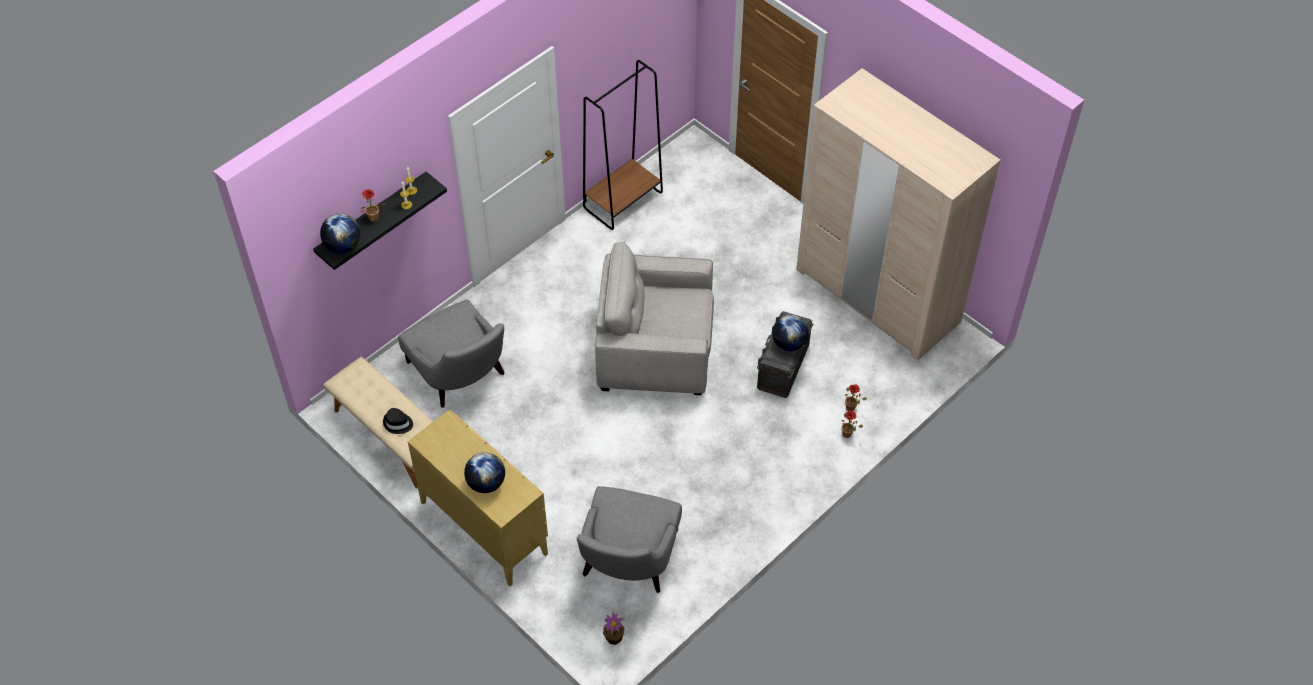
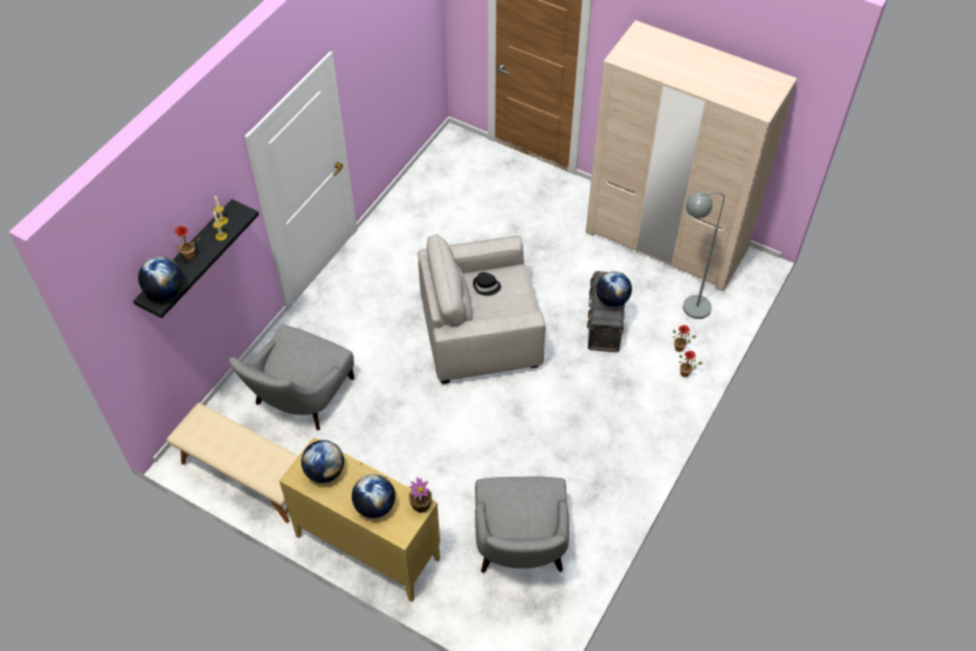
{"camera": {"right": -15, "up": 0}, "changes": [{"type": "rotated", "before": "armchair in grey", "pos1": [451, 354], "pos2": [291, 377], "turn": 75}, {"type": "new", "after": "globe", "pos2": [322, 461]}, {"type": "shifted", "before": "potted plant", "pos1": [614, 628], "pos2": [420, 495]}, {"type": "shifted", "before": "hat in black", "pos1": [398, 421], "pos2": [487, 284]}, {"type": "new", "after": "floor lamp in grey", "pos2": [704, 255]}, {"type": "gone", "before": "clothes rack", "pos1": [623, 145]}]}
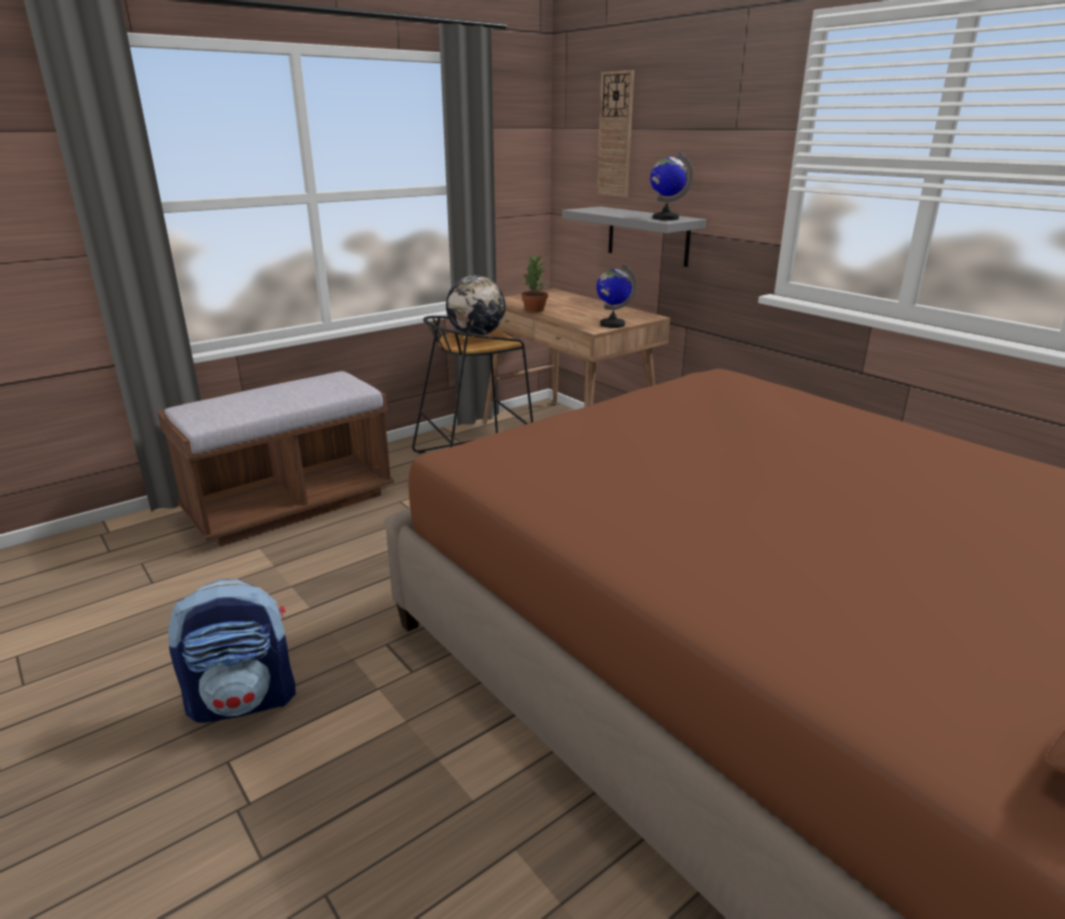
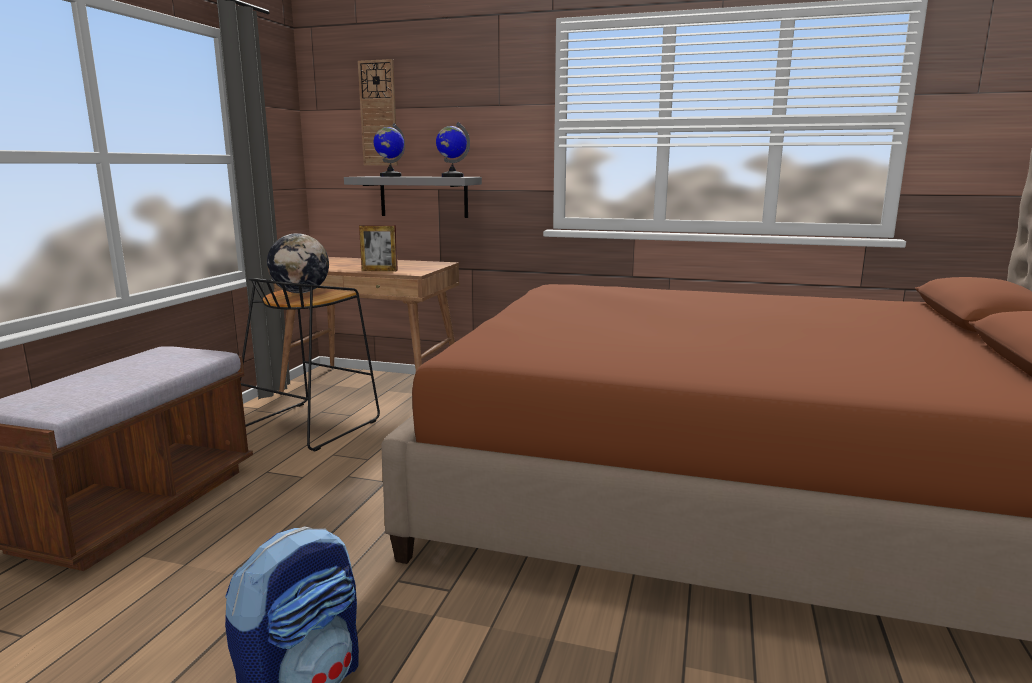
{"camera": {"right": -35, "up": -10}, "changes": [{"type": "new", "after": "picture frame", "pos2": [378, 248]}, {"type": "shifted", "before": "globe", "pos1": [616, 296], "pos2": [389, 150]}, {"type": "gone", "before": "potted plant", "pos1": [534, 283]}]}
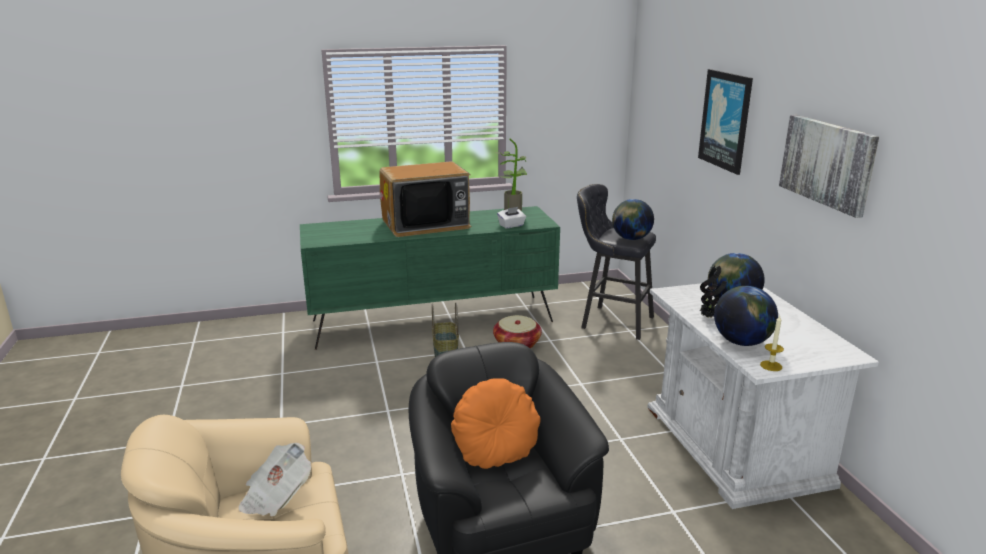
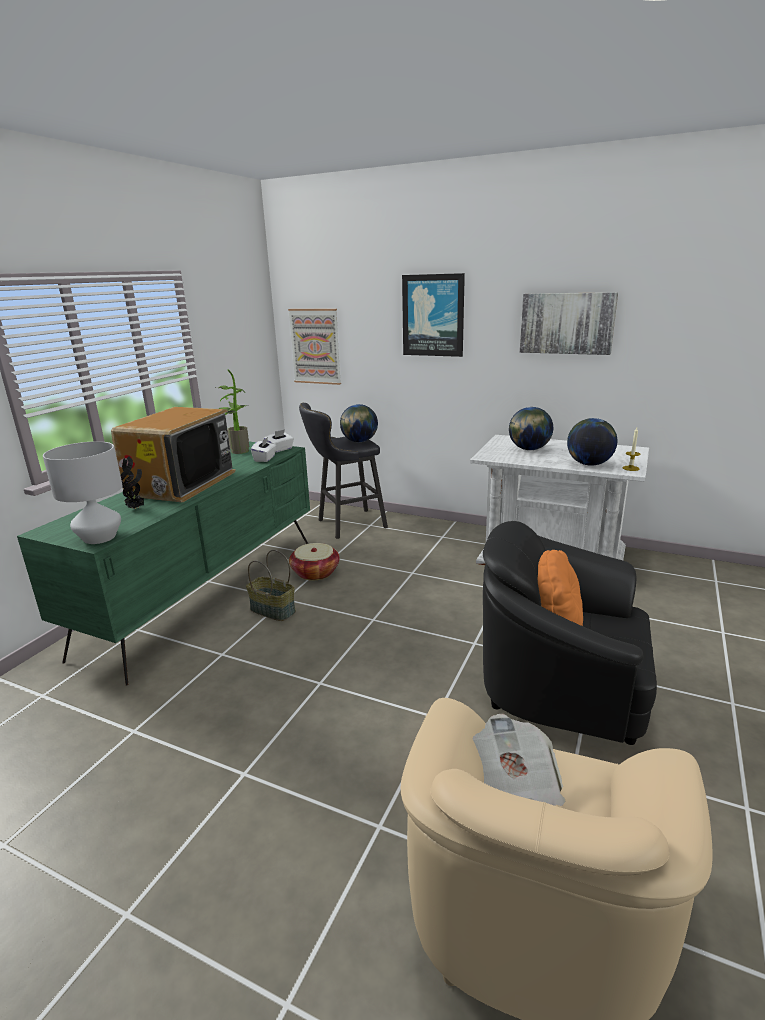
{"camera": {"right": -50, "up": 0}, "changes": [{"type": "new", "after": "table lamp in white", "pos2": [82, 492]}, {"type": "shifted", "before": "potted plant", "pos1": [713, 291], "pos2": [132, 482]}, {"type": "new", "after": "tissue box in white", "pos2": [279, 441]}, {"type": "new", "after": "picture", "pos2": [314, 347]}]}
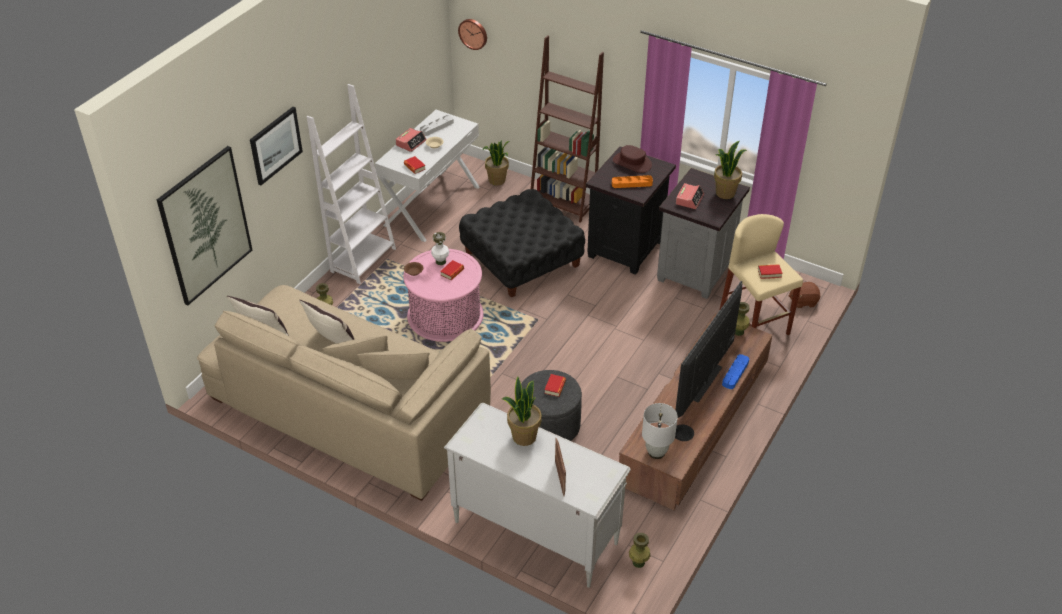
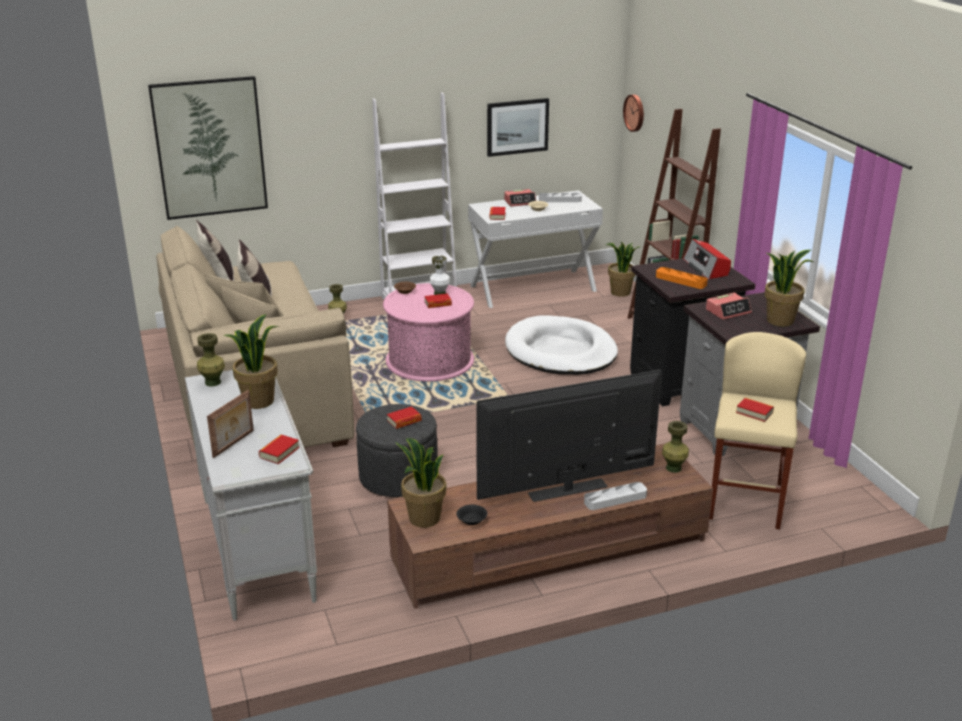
{"camera": {"right": 40, "up": -15}, "changes": [{"type": "shifted", "before": "vase in green", "pos1": [639, 550], "pos2": [211, 360]}, {"type": "new", "after": "book", "pos2": [279, 449]}, {"type": "swapped", "before": "table lamp in white", "after": "potted plant", "pos1": [660, 431], "pos2": [420, 483]}, {"type": "shifted", "before": "picture", "pos1": [276, 146], "pos2": [518, 127]}, {"type": "swapped", "before": "ottoman in black", "after": "dog bed in white", "pos1": [522, 243], "pos2": [561, 345]}, {"type": "repainted", "before": "tray in blue", "after": "tray in grey", "pos1": [735, 371], "pos2": [615, 496]}, {"type": "swapped", "before": "hat in brown", "after": "radio", "pos1": [632, 159], "pos2": [707, 259]}, {"type": "gone", "before": "plush toy in brown", "pos1": [804, 295]}]}
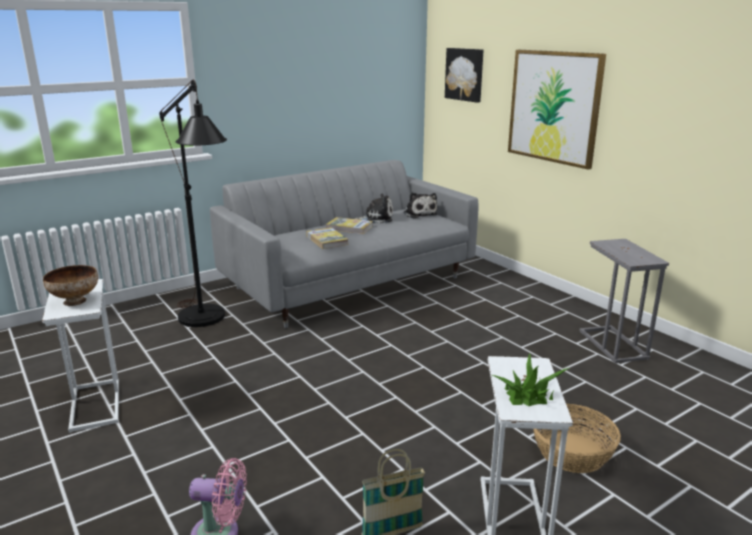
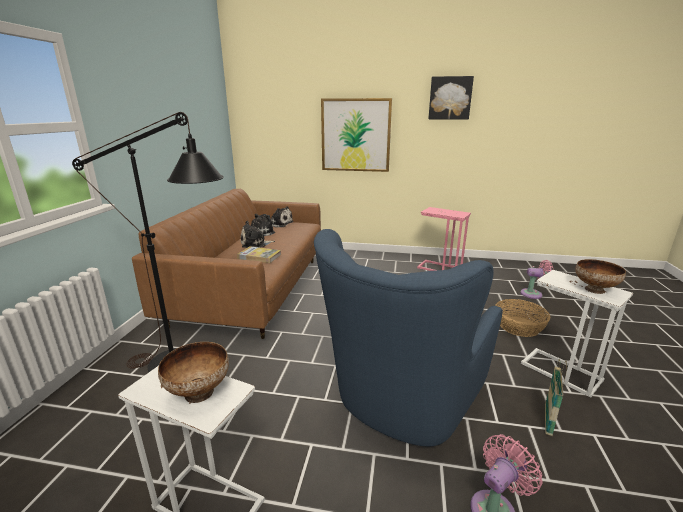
{"camera": {"right": -45, "up": 0}, "changes": [{"type": "repainted", "before": "sofa in grey", "after": "sofa in brown", "pos1": [344, 244], "pos2": [226, 264]}, {"type": "swapped", "before": "book", "after": "plush toy", "pos1": [349, 225], "pos2": [258, 234]}, {"type": "new", "after": "armchair in blue", "pos2": [408, 338]}, {"type": "repainted", "before": "side table in grey", "after": "side table in pink", "pos1": [624, 301], "pos2": [444, 239]}, {"type": "shifted", "before": "picture", "pos1": [464, 75], "pos2": [451, 98]}, {"type": "new", "after": "fan in pink", "pos2": [537, 279]}, {"type": "swapped", "before": "potted plant", "after": "bowl", "pos1": [530, 380], "pos2": [601, 276]}]}
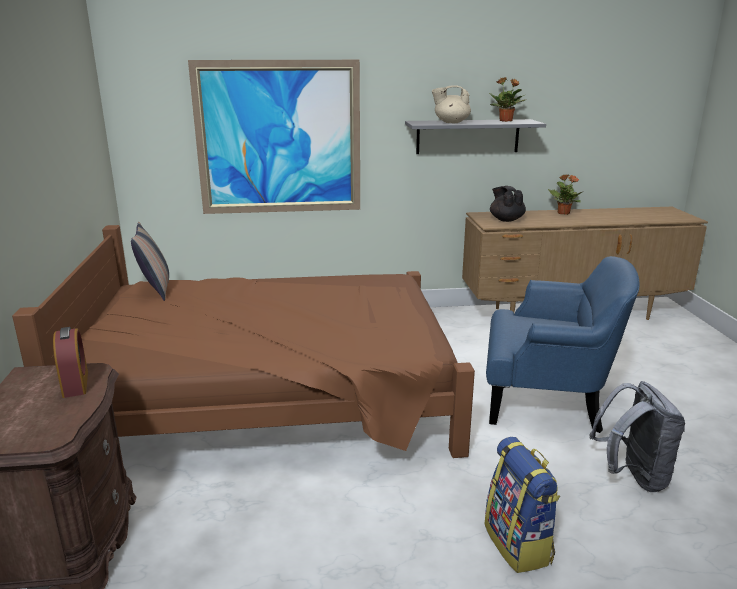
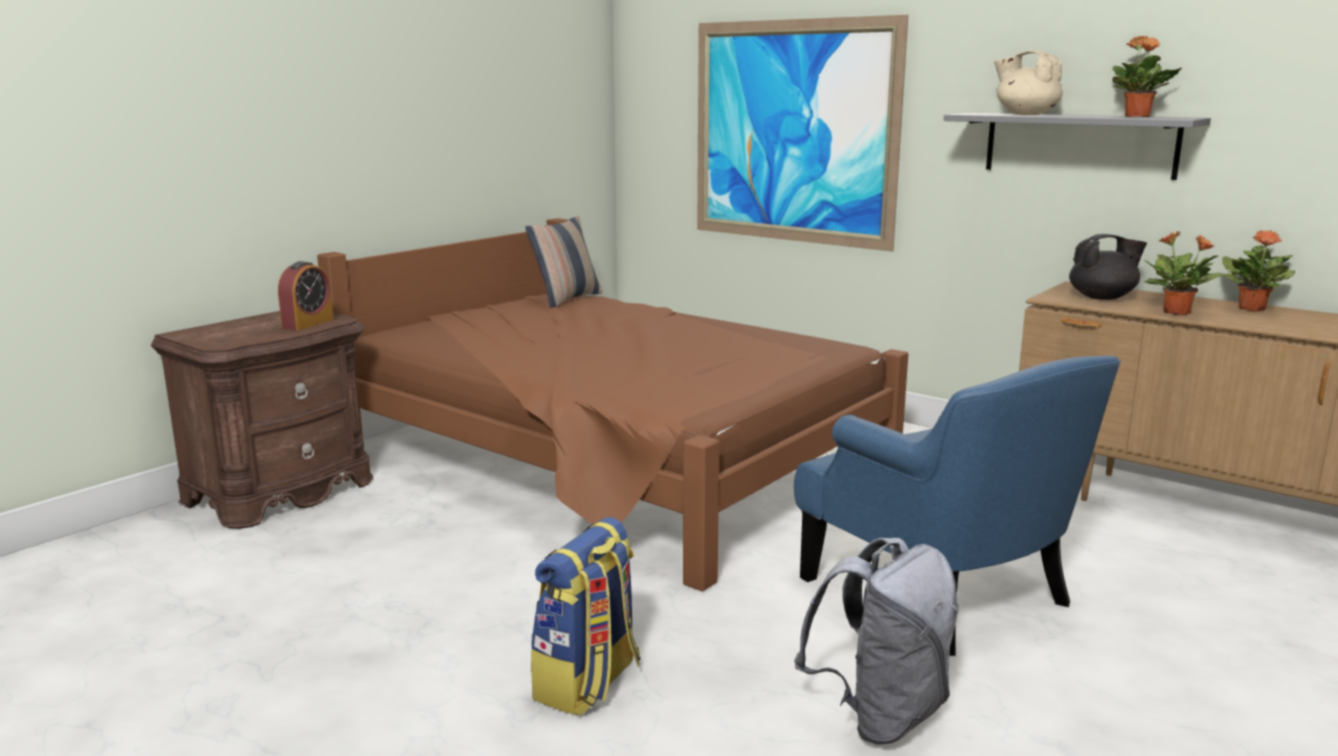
{"camera": {"right": 45, "up": -5}, "changes": [{"type": "rotated", "before": "teapot in black", "pos1": [508, 204], "pos2": [1108, 267], "turn": 60}, {"type": "new", "after": "potted plant", "pos2": [1184, 273]}]}
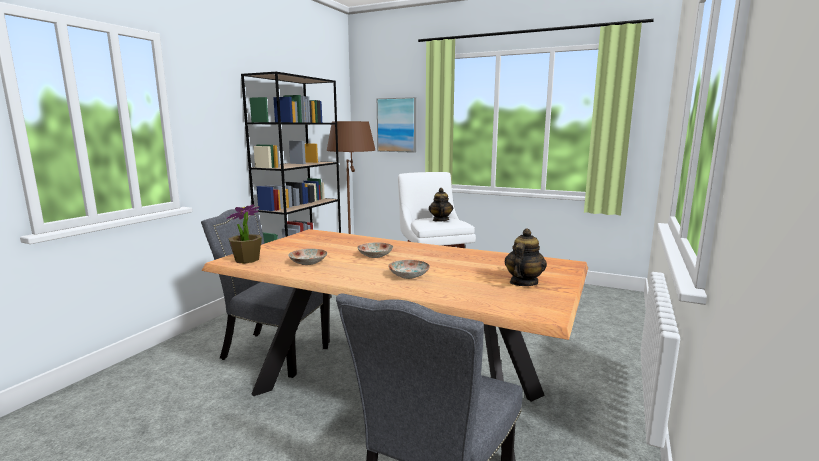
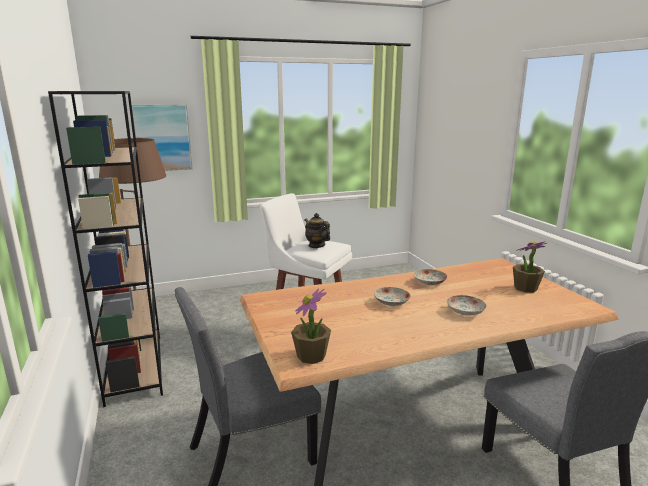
{"camera": {"right": -45, "up": 5}, "changes": [{"type": "shifted", "before": "plate", "pos1": [307, 257], "pos2": [430, 277]}, {"type": "swapped", "before": "teapot", "after": "potted plant", "pos1": [525, 257], "pos2": [530, 267]}]}
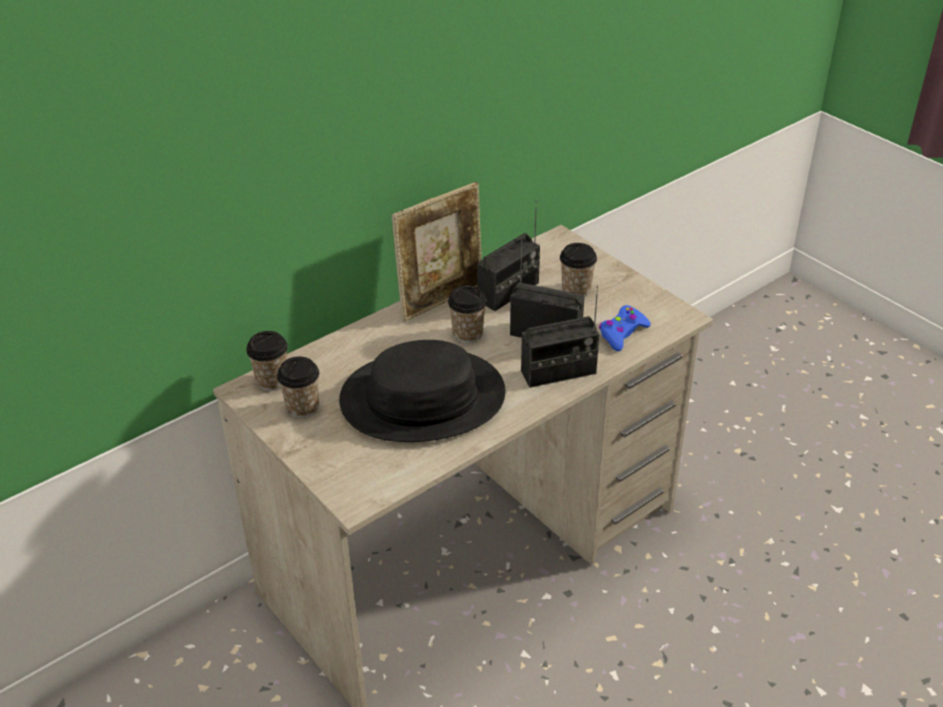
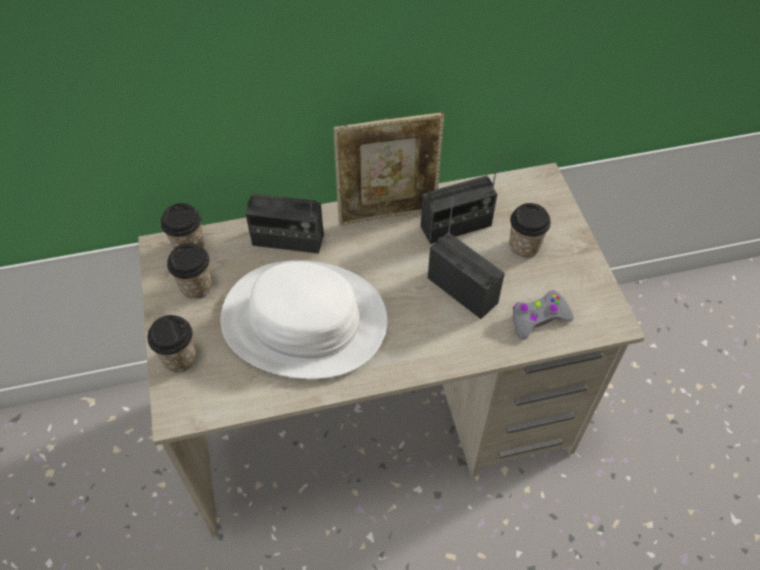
{"camera": {"right": 25, "up": 15}, "changes": [{"type": "shifted", "before": "cup", "pos1": [467, 314], "pos2": [171, 344]}, {"type": "repainted", "before": "hat in black", "after": "hat in white", "pos1": [422, 391], "pos2": [304, 319]}, {"type": "shifted", "before": "radio", "pos1": [560, 337], "pos2": [285, 216]}, {"type": "repainted", "before": "game controller in blue", "after": "game controller in grey", "pos1": [625, 328], "pos2": [543, 315]}]}
